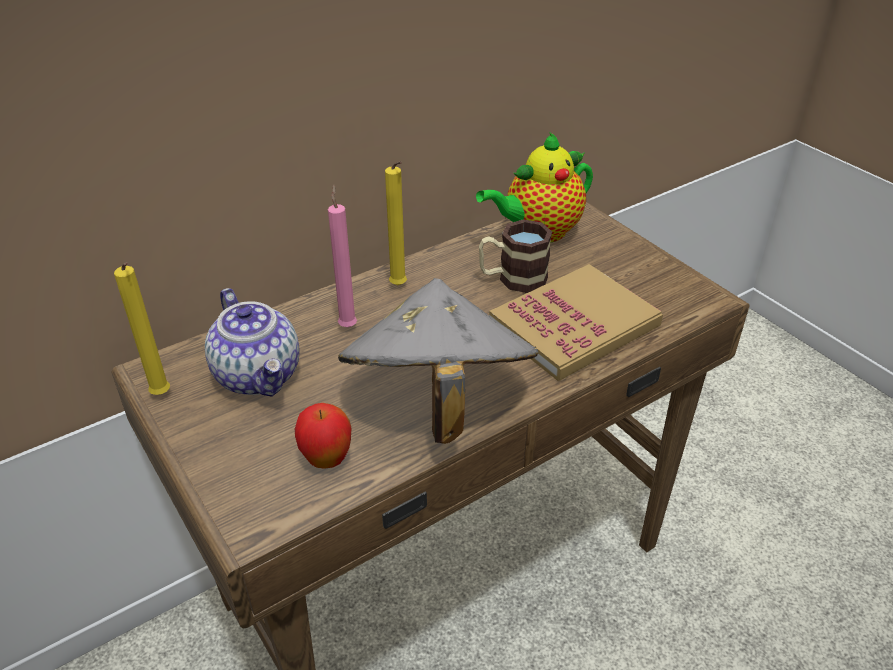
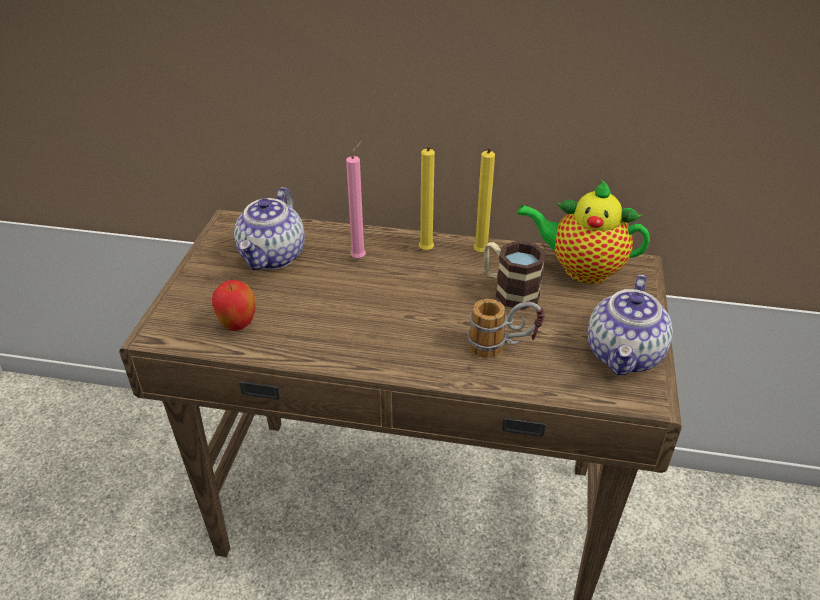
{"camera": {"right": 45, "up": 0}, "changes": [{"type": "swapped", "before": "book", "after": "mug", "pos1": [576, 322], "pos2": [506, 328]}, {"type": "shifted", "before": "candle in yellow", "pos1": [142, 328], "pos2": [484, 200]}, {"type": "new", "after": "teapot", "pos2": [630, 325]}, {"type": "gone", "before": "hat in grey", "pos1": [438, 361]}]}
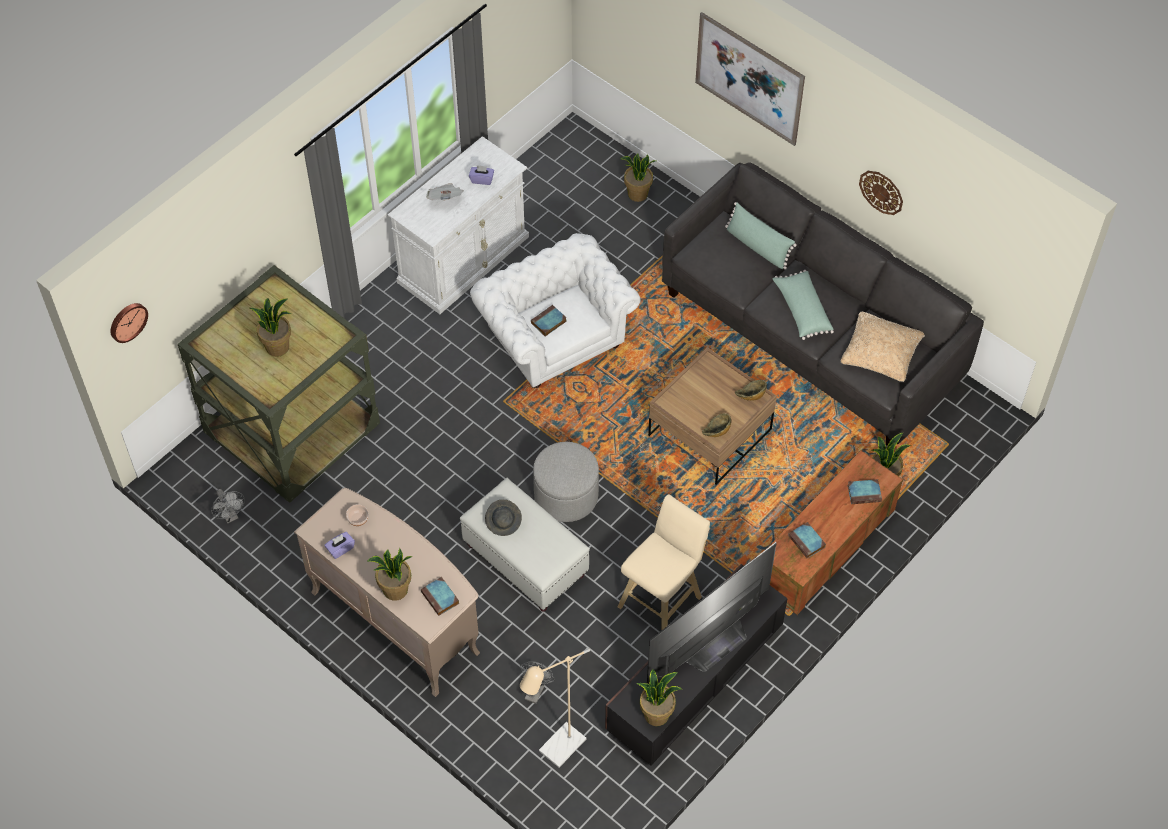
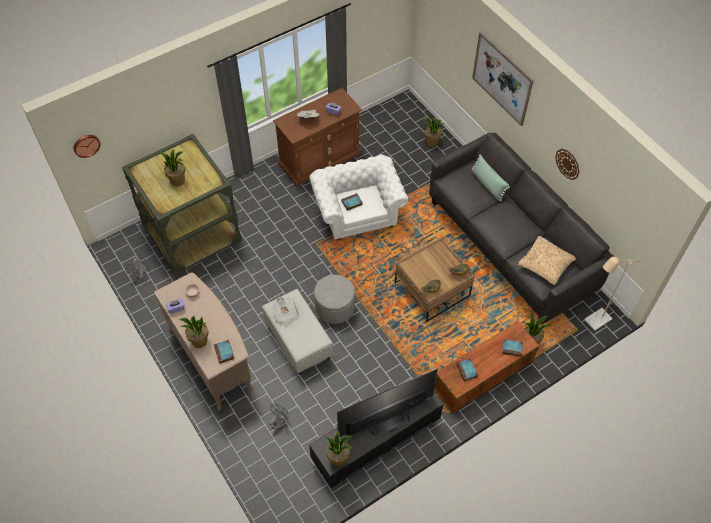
{"camera": {"right": 15, "up": 0}, "changes": [{"type": "swapped", "before": "hat in grey", "after": "newspaper", "pos1": [503, 518], "pos2": [285, 312]}, {"type": "repainted", "before": "dresser in white", "after": "dresser in brown", "pos1": [458, 225], "pos2": [317, 137]}, {"type": "shifted", "before": "floor lamp in beige", "pos1": [555, 708], "pos2": [611, 294]}, {"type": "gone", "before": "stool in beige", "pos1": [664, 562]}, {"type": "gone", "before": "pillow in green", "pos1": [803, 305]}]}
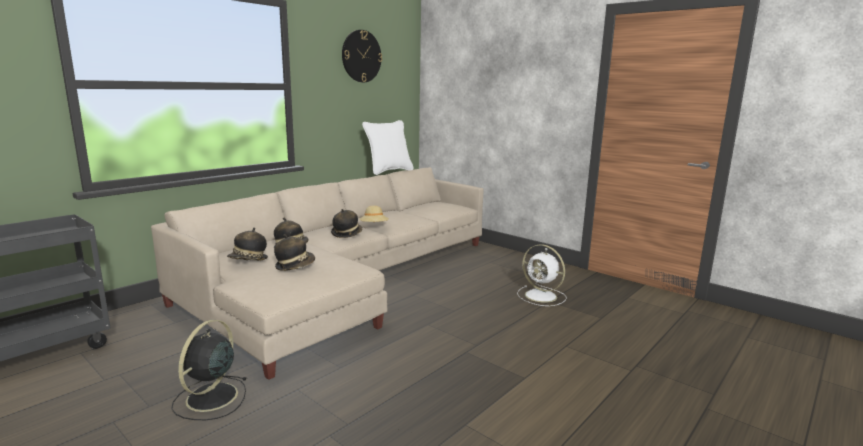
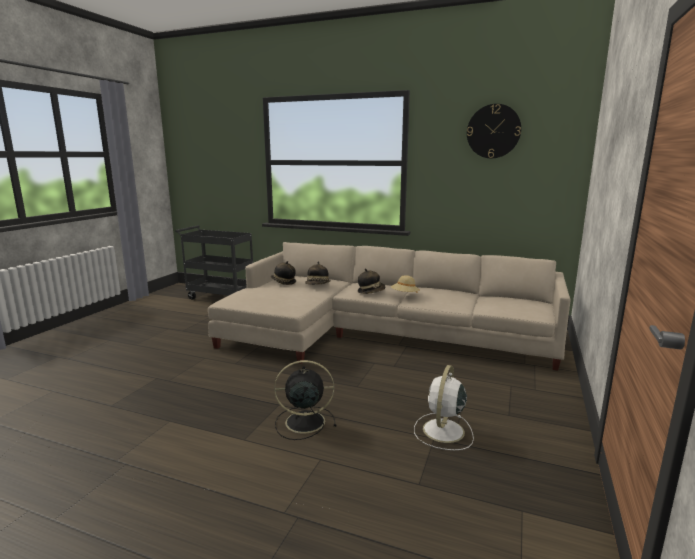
{"camera": {"right": 70, "up": 0}, "changes": [{"type": "shifted", "before": "fan in black", "pos1": [209, 370], "pos2": [305, 400]}, {"type": "gone", "before": "hat", "pos1": [294, 252]}, {"type": "gone", "before": "pillow in white", "pos1": [387, 147]}]}
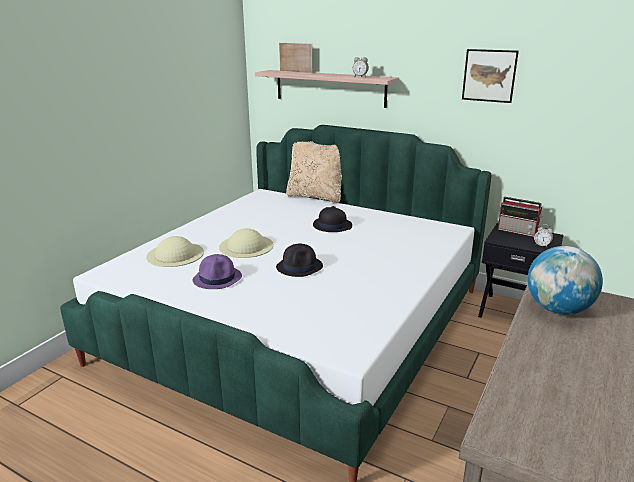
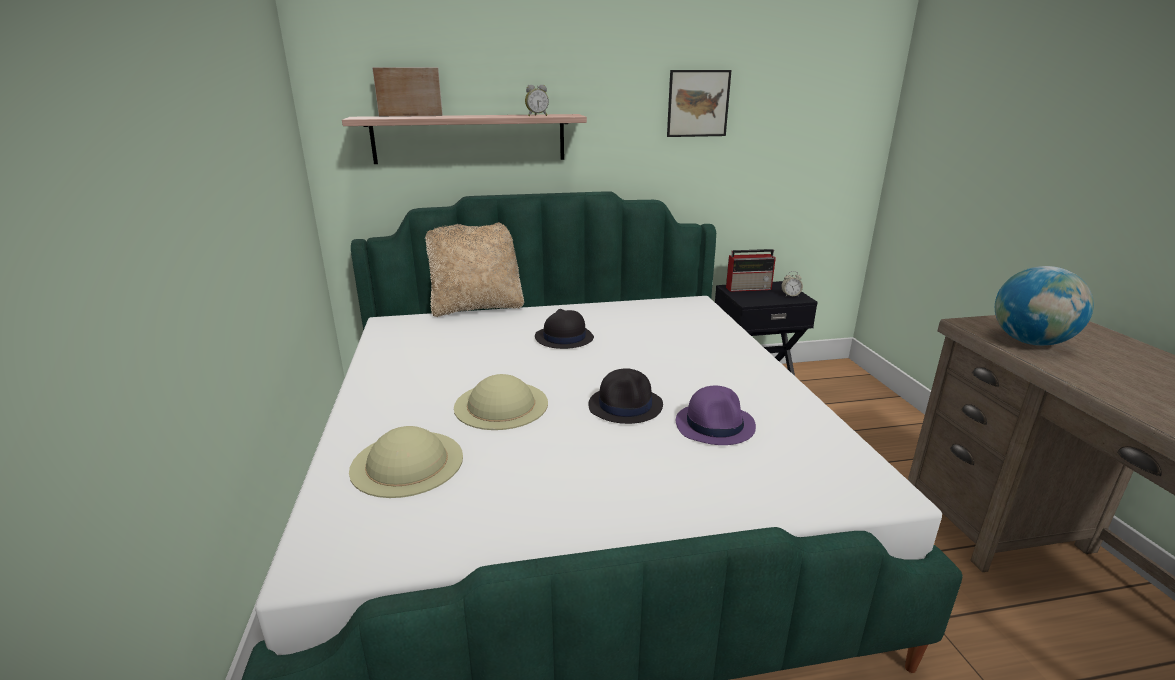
{"camera": {"right": -40, "up": 0}, "changes": [{"type": "shifted", "before": "hat in purple", "pos1": [217, 271], "pos2": [716, 415]}]}
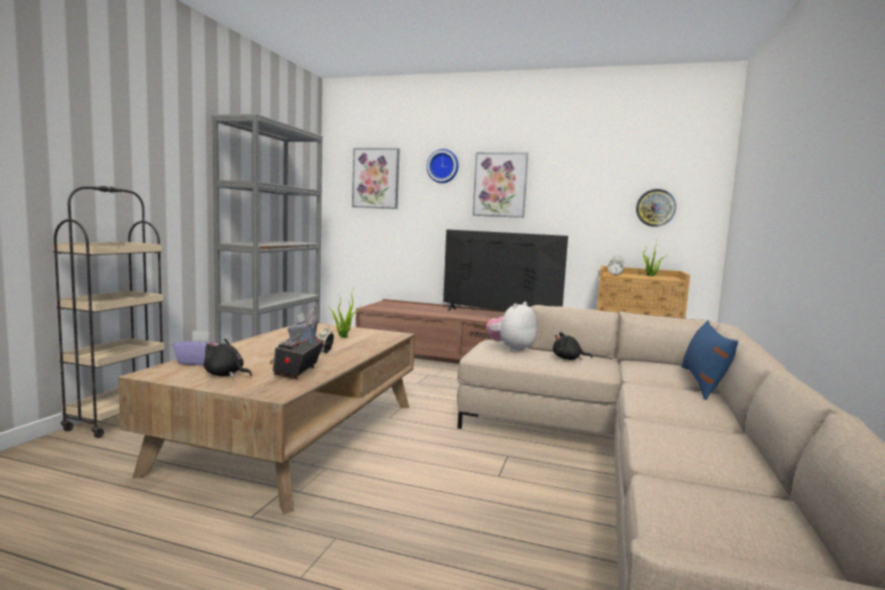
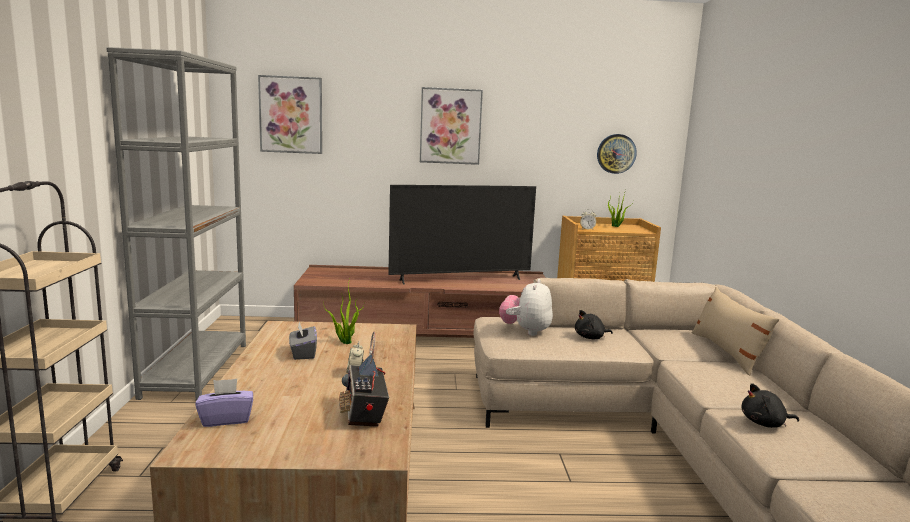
{"camera": {"right": -20, "up": 5}, "changes": [{"type": "rotated", "before": "television", "pos1": [505, 270], "pos2": [462, 235], "turn": 150}, {"type": "repainted", "before": "pillow in blue", "after": "pillow in beige", "pos1": [709, 360], "pos2": [735, 331]}, {"type": "shifted", "before": "plush toy in black", "pos1": [228, 358], "pos2": [770, 405]}, {"type": "gone", "before": "wall clock", "pos1": [443, 166]}]}
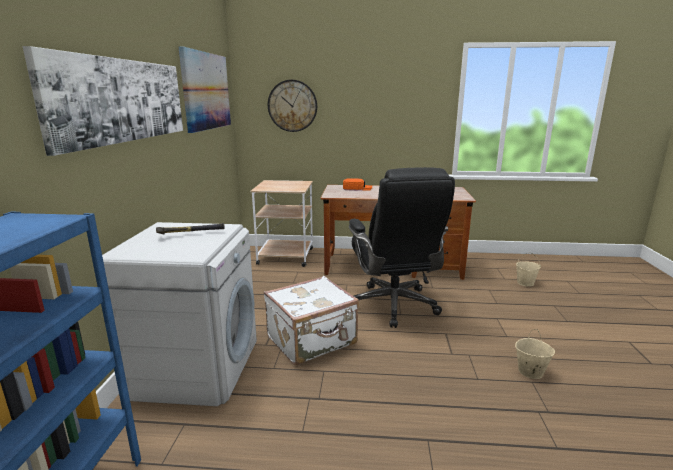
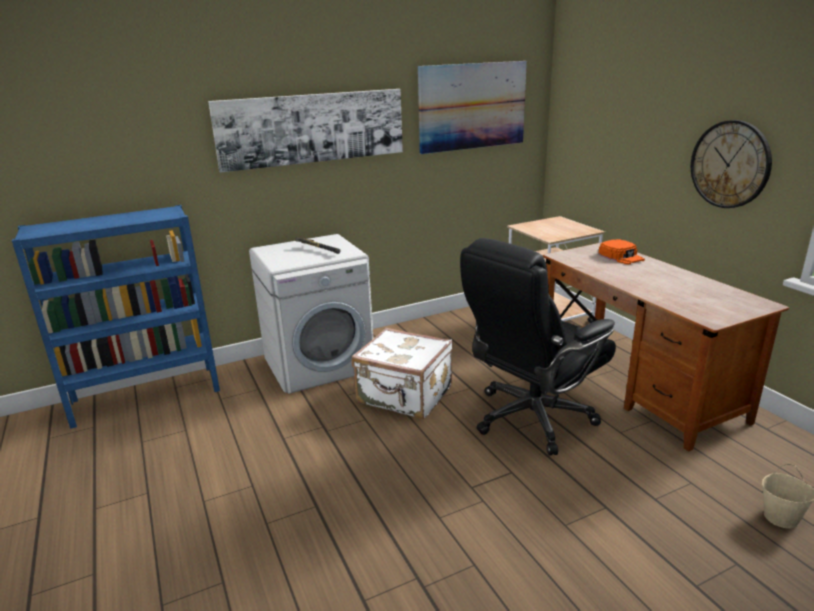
{"camera": {"right": 60, "up": 5}, "changes": [{"type": "shifted", "before": "wall clock", "pos1": [292, 106], "pos2": [731, 164]}, {"type": "gone", "before": "bucket in beige", "pos1": [535, 354]}]}
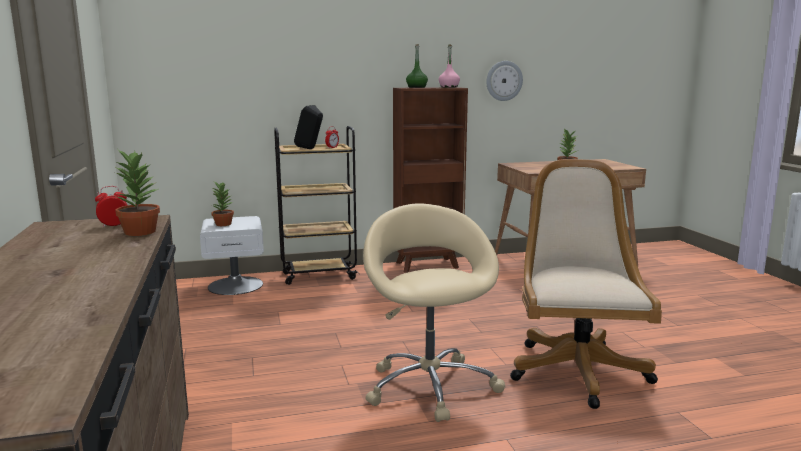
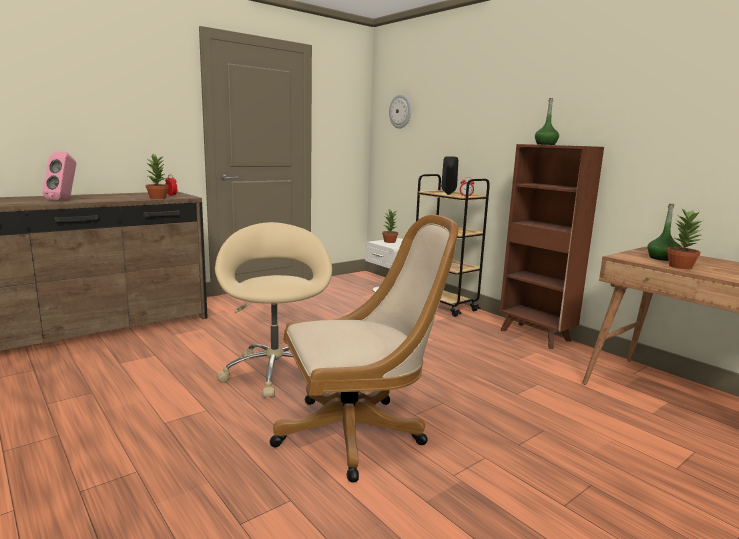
{"camera": {"right": 65, "up": 0}, "changes": [{"type": "new", "after": "speaker in pink", "pos2": [59, 176]}, {"type": "rotated", "before": "office chair in beige", "pos1": [434, 312], "pos2": [273, 310], "turn": -60}, {"type": "shifted", "before": "wall clock", "pos1": [504, 81], "pos2": [400, 111]}, {"type": "new", "after": "bottle in green", "pos2": [663, 232]}, {"type": "gone", "before": "bottle in pink", "pos1": [449, 66]}]}
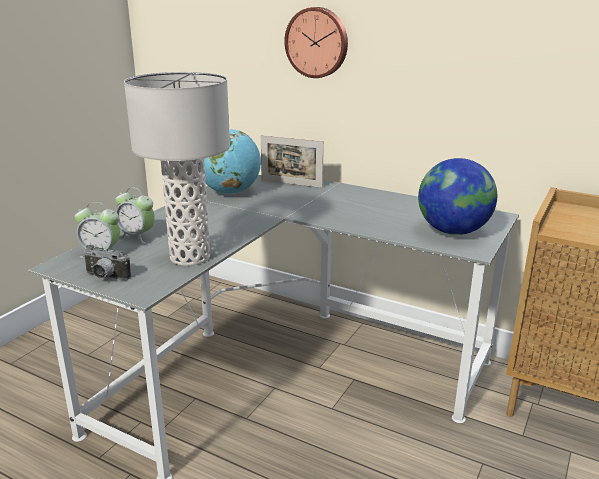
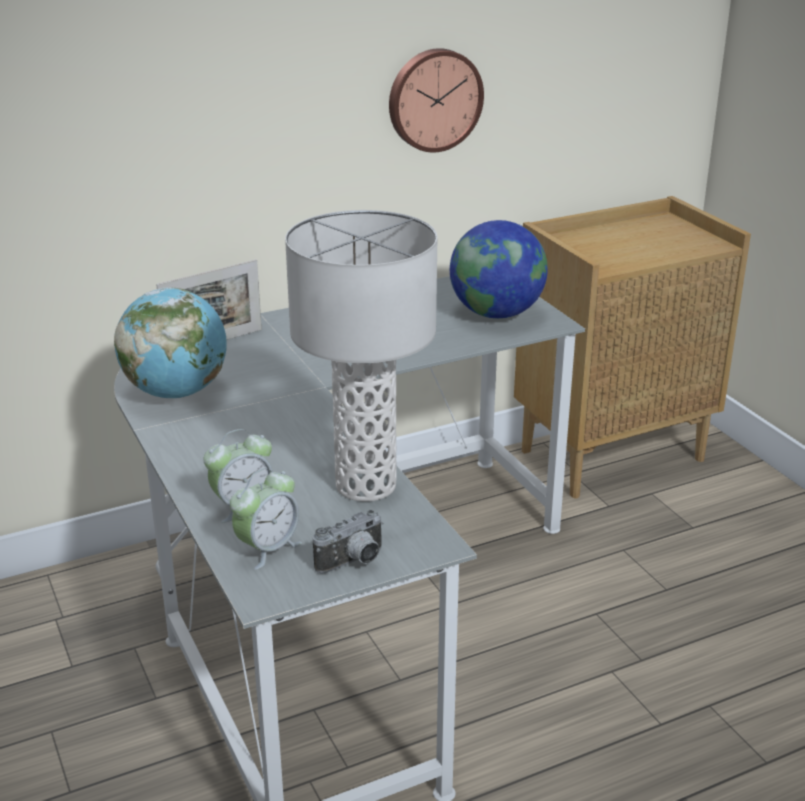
{"camera": {"right": -55, "up": 5}, "changes": [{"type": "shifted", "before": "wall clock", "pos1": [316, 42], "pos2": [436, 100]}]}
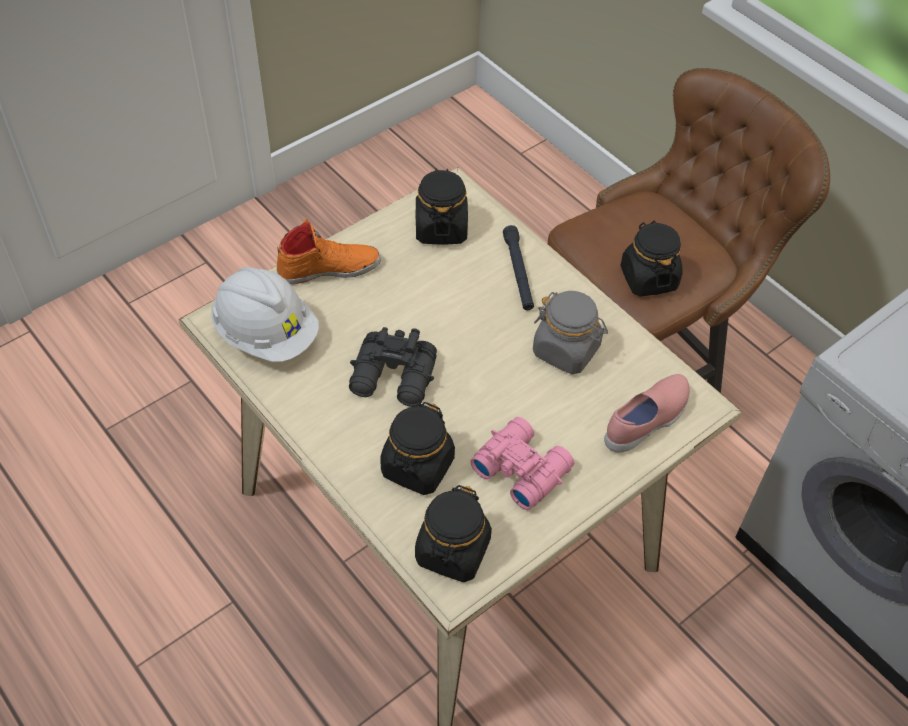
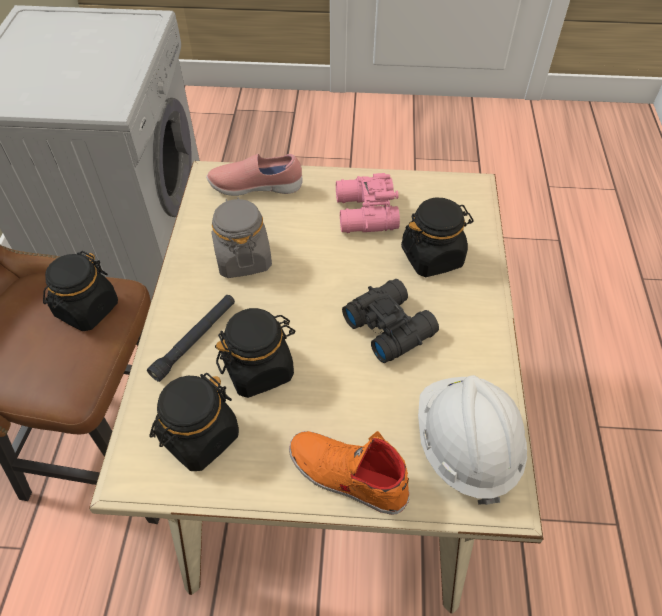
{"camera": {"right": -135, "up": 0}, "changes": [{"type": "shifted", "before": "jar in black", "pos1": [453, 533], "pos2": [255, 353]}]}
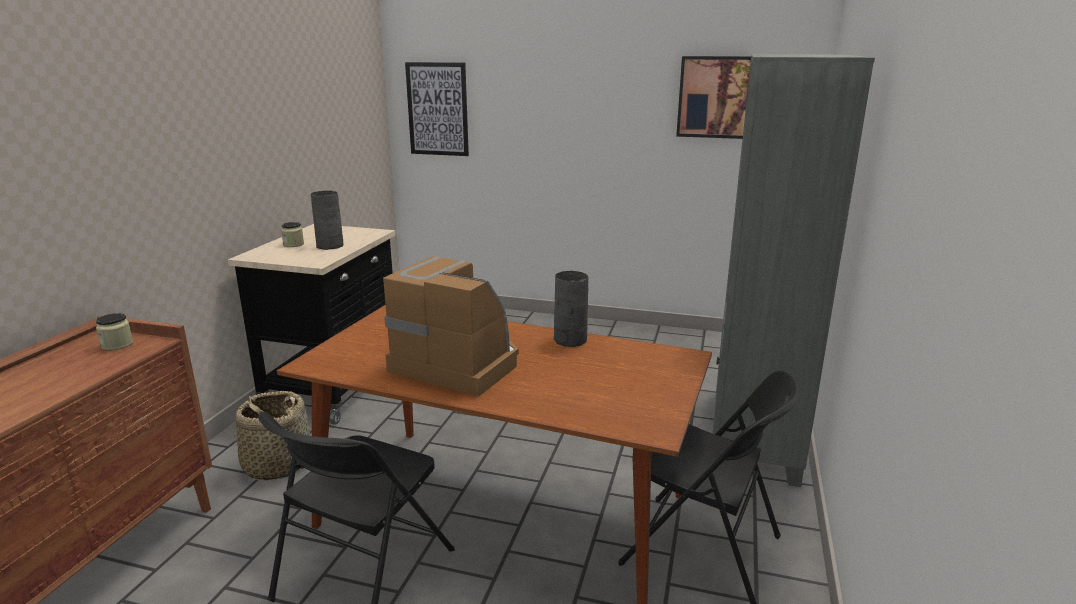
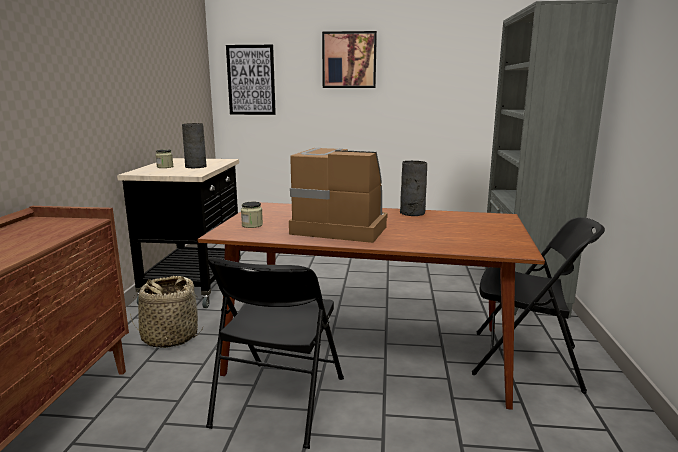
{"camera": {"right": -10, "up": -5}, "changes": [{"type": "shifted", "before": "jar", "pos1": [114, 332], "pos2": [252, 215]}, {"type": "shifted", "before": "picture", "pos1": [713, 97], "pos2": [349, 59]}]}
